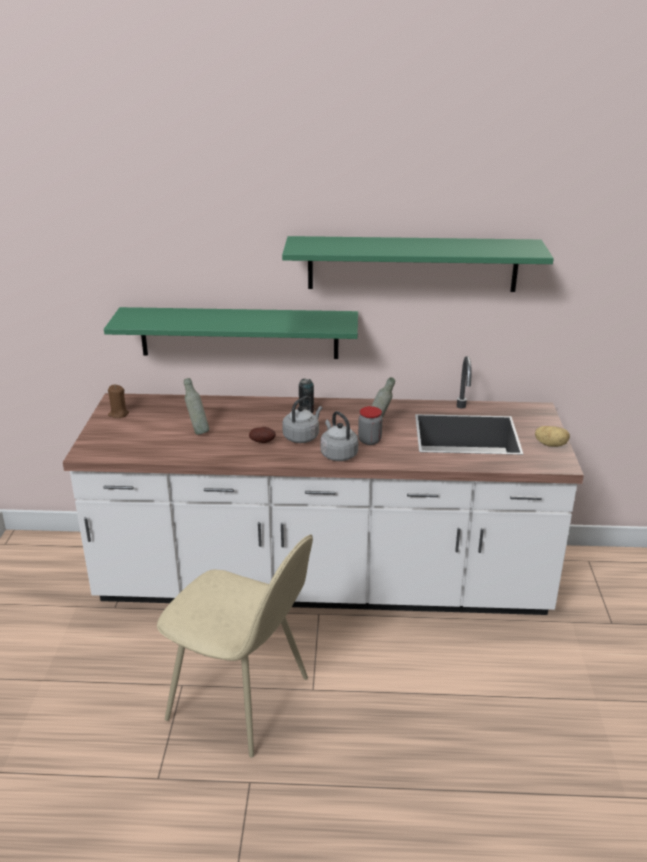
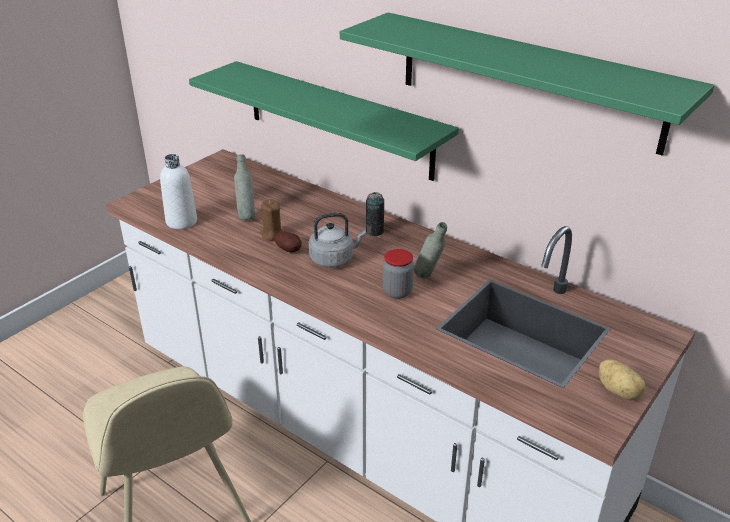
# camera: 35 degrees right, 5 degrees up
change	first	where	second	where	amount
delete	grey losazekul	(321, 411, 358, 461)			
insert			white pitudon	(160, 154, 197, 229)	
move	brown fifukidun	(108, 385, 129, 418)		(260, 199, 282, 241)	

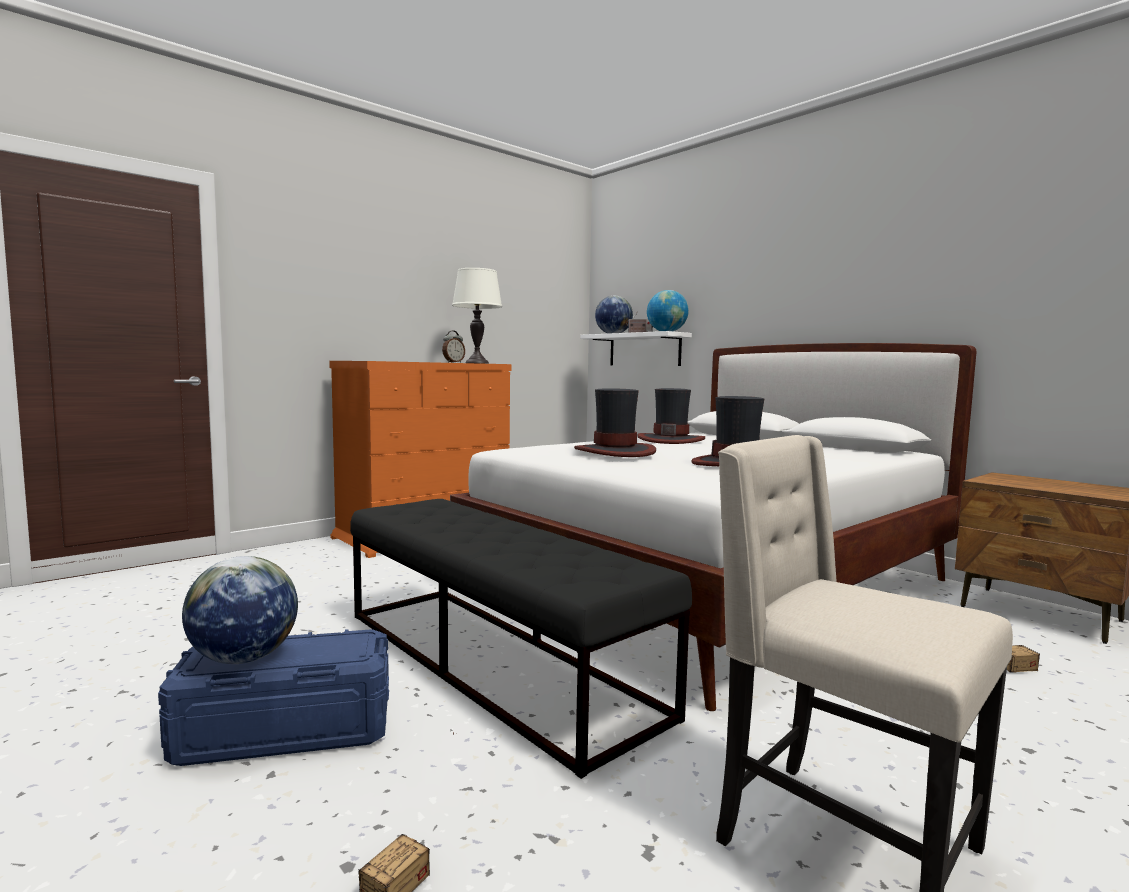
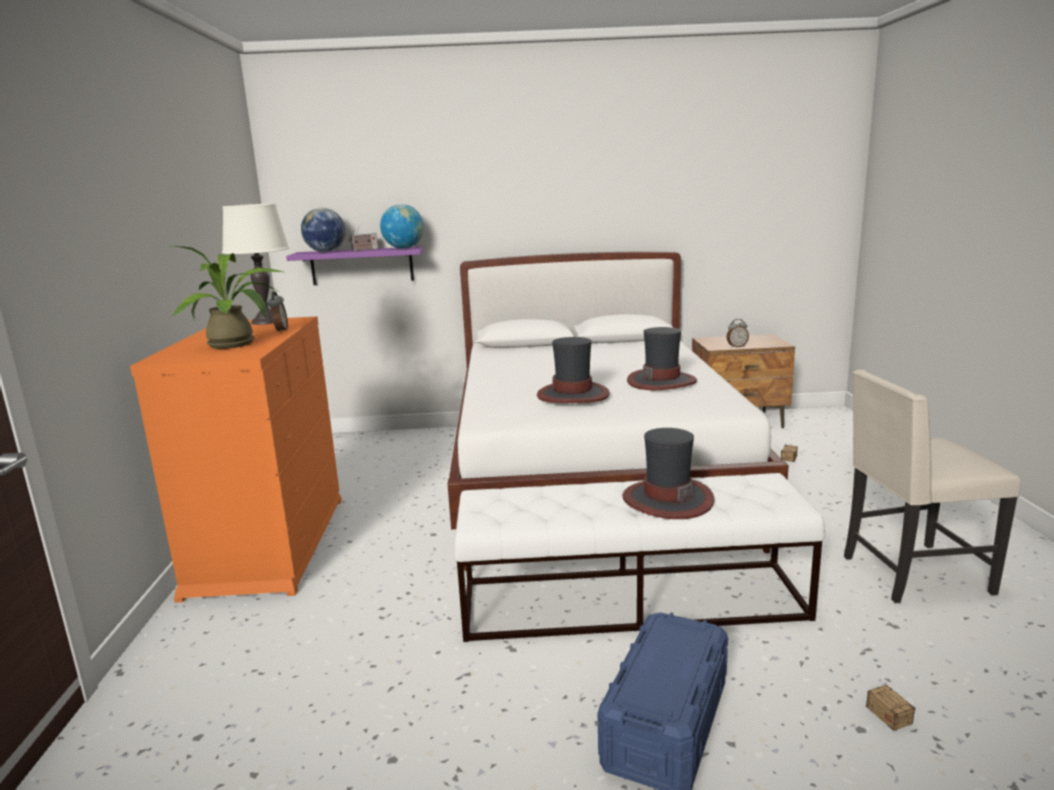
# camera: 50 degrees left, 10 degrees up
change	first	where	second	where	amount
delete	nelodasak	(182, 556, 298, 664)			
insert			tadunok	(169, 246, 283, 349)	
insert			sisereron	(727, 319, 749, 348)	
move	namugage	(637, 388, 705, 444)		(623, 428, 715, 519)	
recolor	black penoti	(350, 499, 692, 779)	white penoti	(453, 473, 825, 642)	
recolor	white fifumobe	(580, 331, 692, 366)	purple fifumobe	(286, 246, 424, 285)	

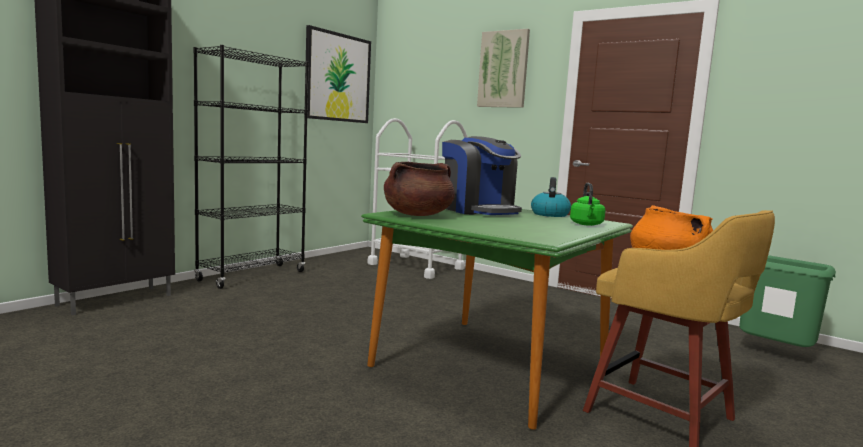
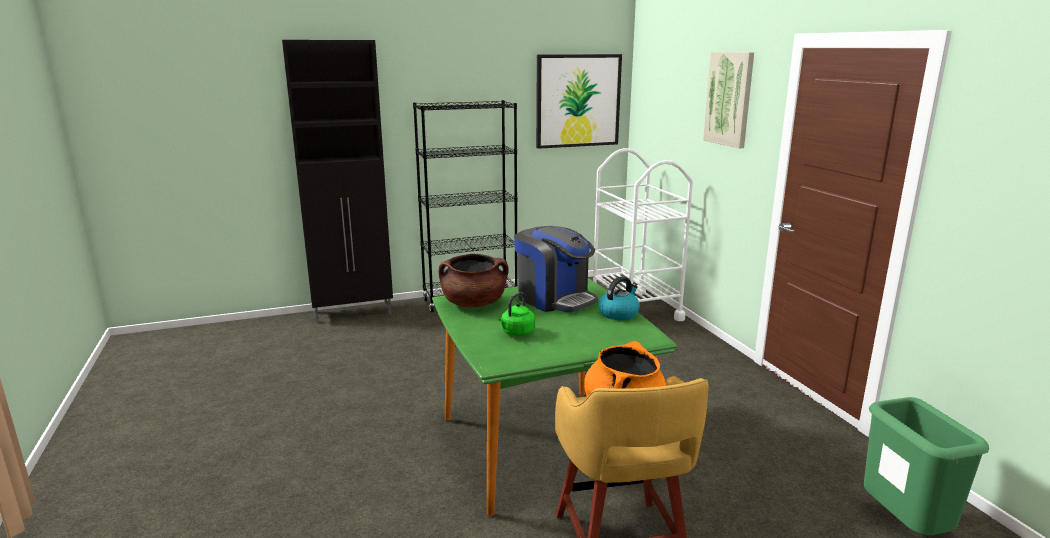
# camera: 35 degrees right, 10 degrees up
change	first	where	second	where	amount
move	green losazekul	(570, 183, 606, 226)		(498, 292, 535, 336)	
rotate	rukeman	(442, 136, 522, 215)		(514, 226, 598, 313)	45 degrees counterclockwise

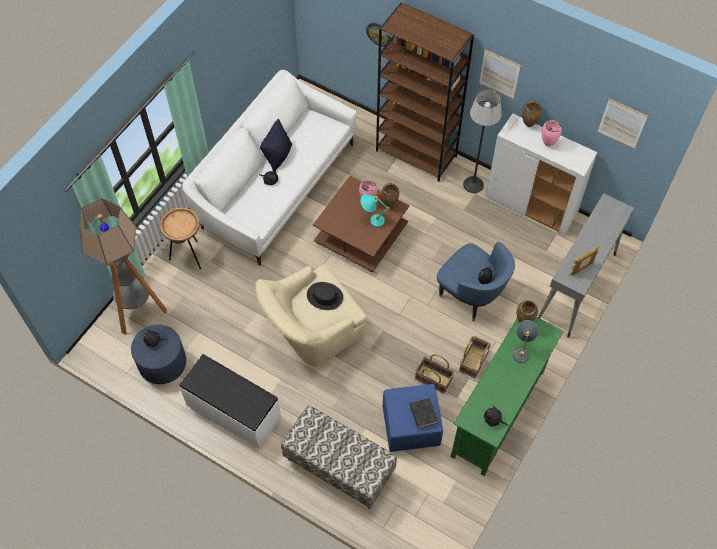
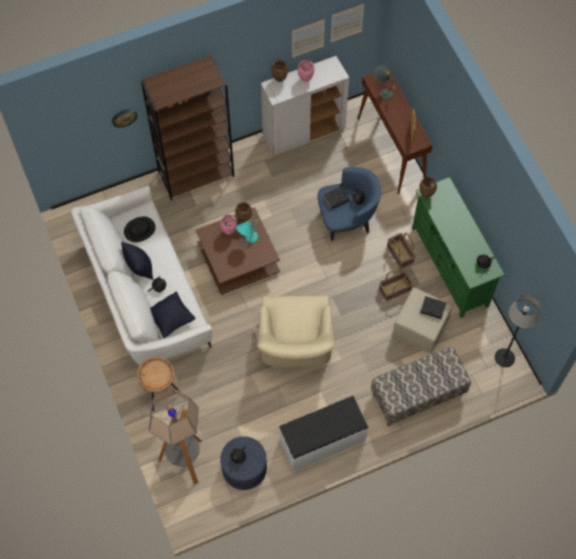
# camera: 55 degrees left, 5 degrees up
change	first	where	second	where	amount
insert			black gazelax	(150, 292, 196, 338)	
insert			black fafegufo	(323, 186, 350, 209)	
move	black namugage	(307, 282, 343, 310)		(124, 216, 155, 242)	
move	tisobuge	(463, 89, 502, 193)		(495, 294, 540, 367)	
move	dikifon	(479, 50, 521, 99)		(292, 19, 325, 58)	
move	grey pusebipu	(513, 320, 539, 363)		(375, 66, 395, 100)	
recolor	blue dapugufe	(383, 384, 443, 452)	beige dapugufe	(392, 288, 452, 354)	
recolor	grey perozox	(538, 193, 634, 338)	brown perozox	(358, 68, 433, 194)	

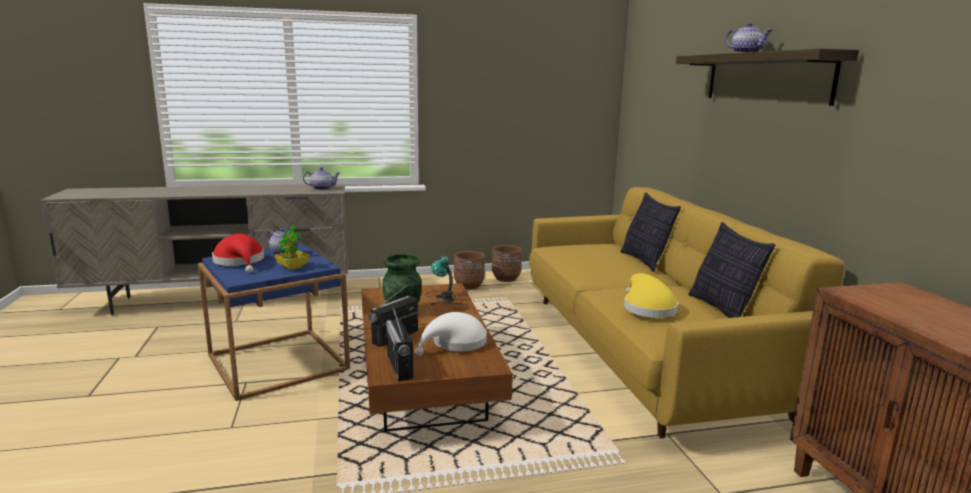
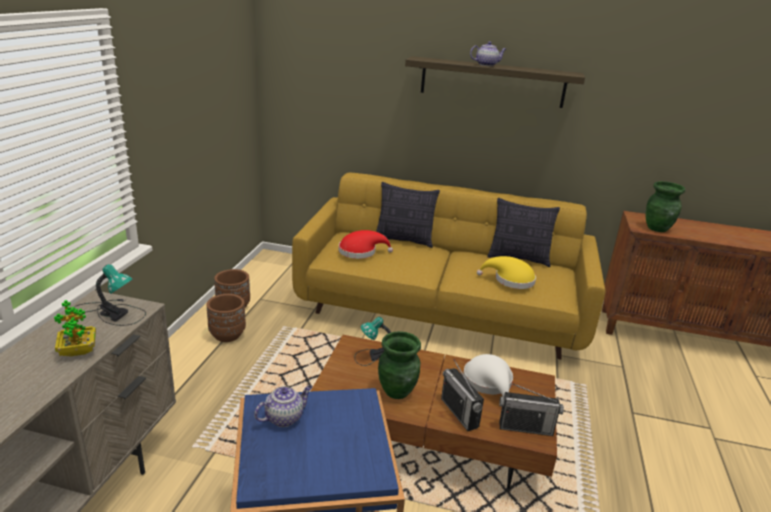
# camera: 65 degrees left, 10 degrees up
change	first	where	second	where	amount
insert			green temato	(645, 181, 685, 232)	
move	red namugage	(212, 234, 264, 273)		(339, 230, 393, 259)	
move	tadunok	(275, 225, 310, 270)		(54, 300, 96, 356)	
replace	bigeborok	(303, 167, 340, 190)	pusebipu	(74, 264, 146, 326)	

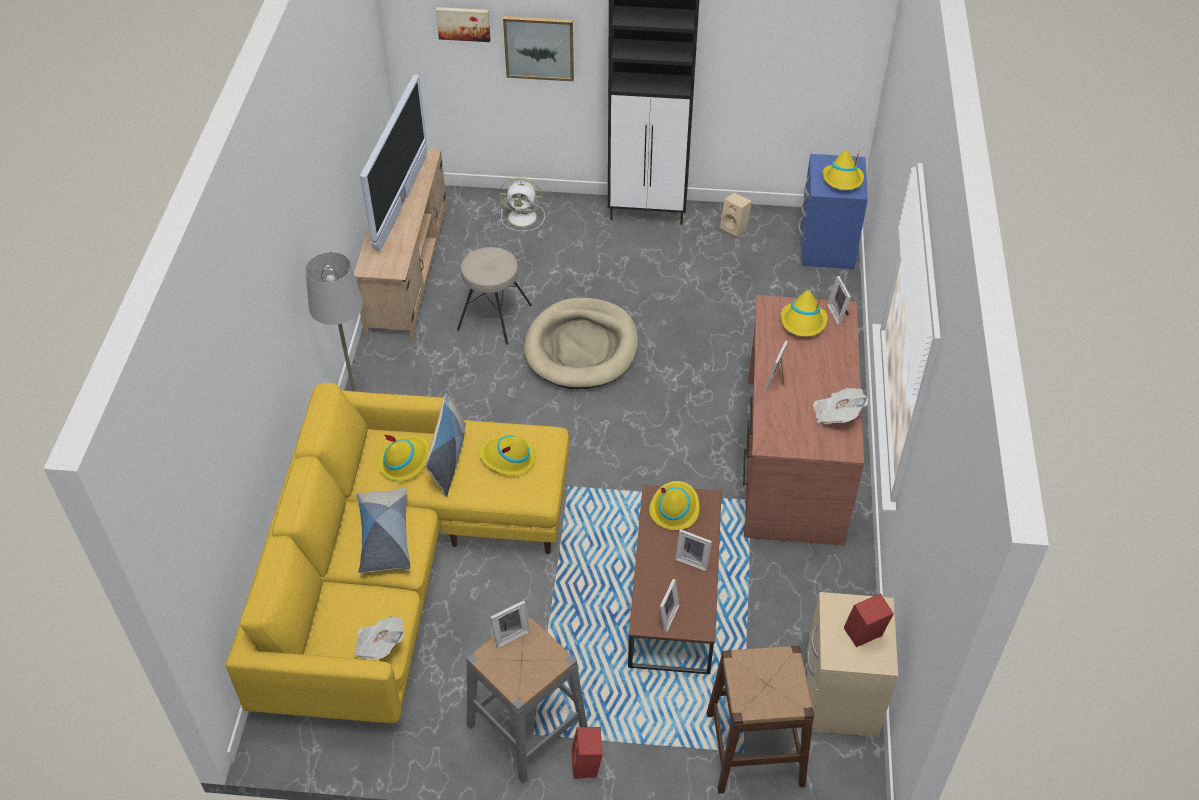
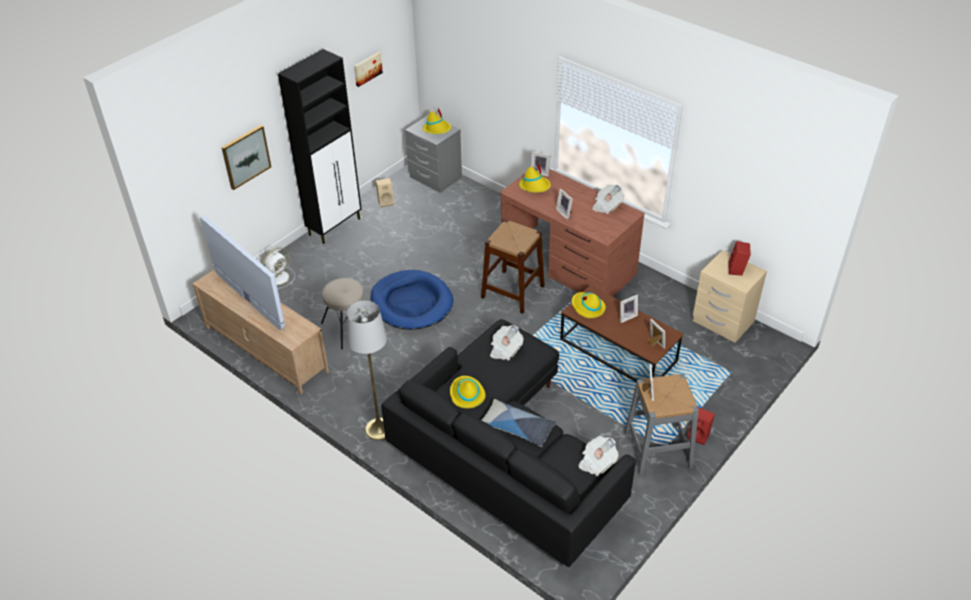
# camera: 55 degrees left, 5 degrees down
change	first	where	second	where	amount
delete	gazelax	(426, 394, 466, 497)			
move	dikifon	(436, 7, 491, 42)		(354, 52, 383, 87)	
move	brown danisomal	(707, 645, 814, 793)		(481, 219, 545, 314)	
replace	yellow namugage	(480, 435, 536, 476)	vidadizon	(490, 325, 523, 360)	
recolor	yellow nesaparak	(226, 383, 570, 723)	black nesaparak	(381, 319, 636, 567)	
recolor	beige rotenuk	(524, 298, 638, 389)	blue rotenuk	(371, 270, 453, 330)	
recolor	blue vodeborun	(798, 154, 868, 269)	grey vodeborun	(405, 115, 462, 193)	

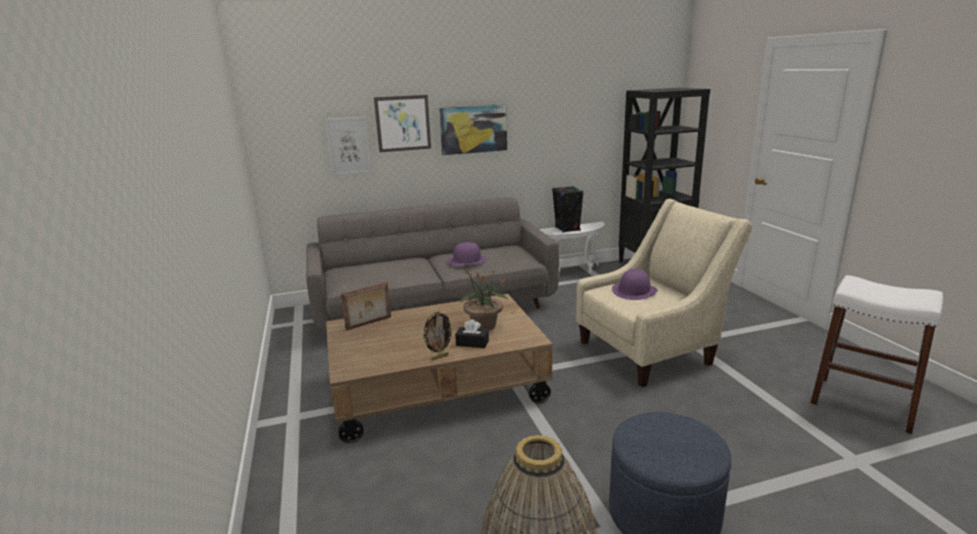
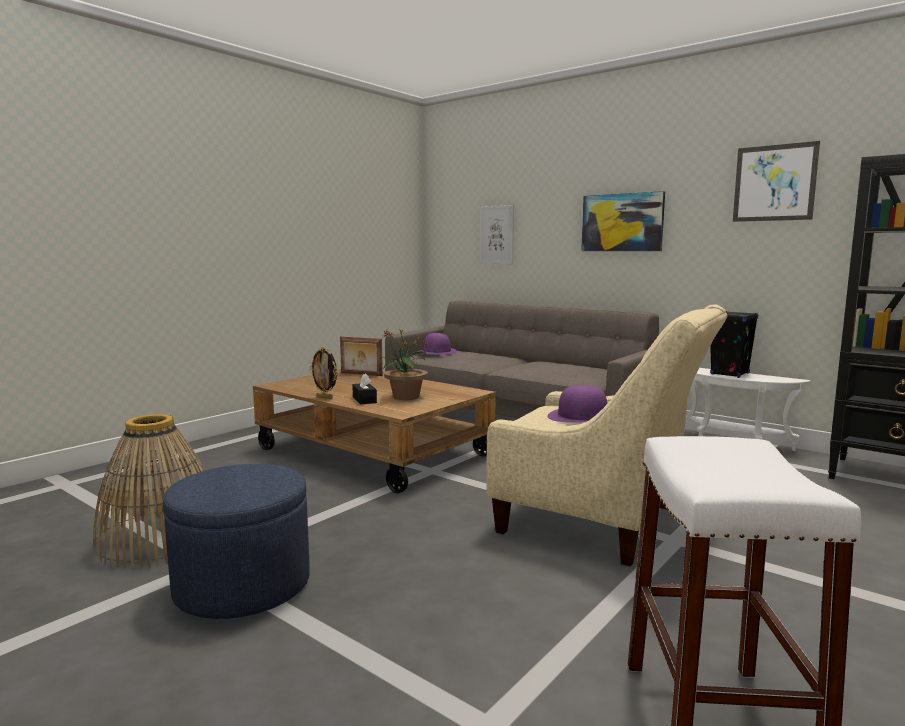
# camera: 55 degrees right, 10 degrees down
change	first	where	second	where	amount
move	dikifon	(374, 95, 431, 152)		(733, 141, 820, 222)	
move	purple namugage	(448, 242, 487, 265)		(419, 333, 457, 355)	

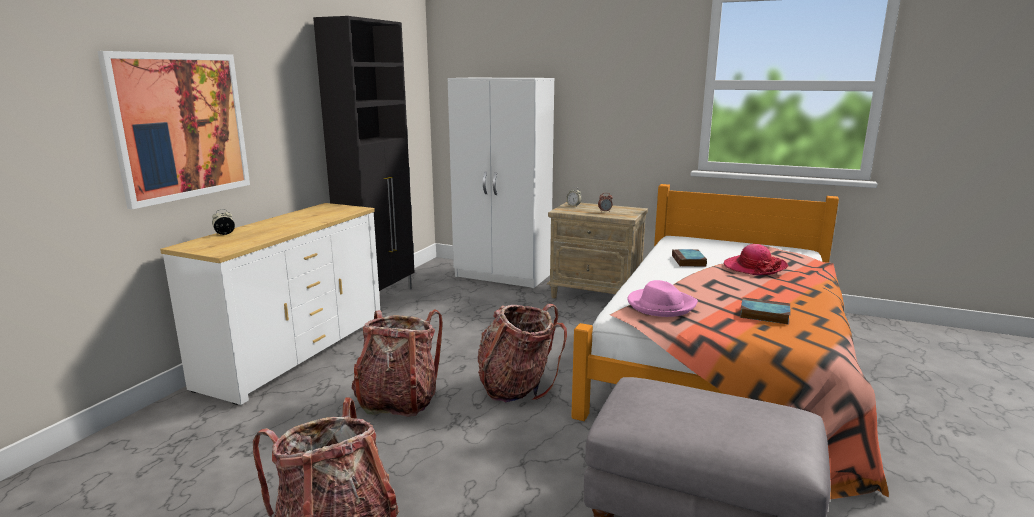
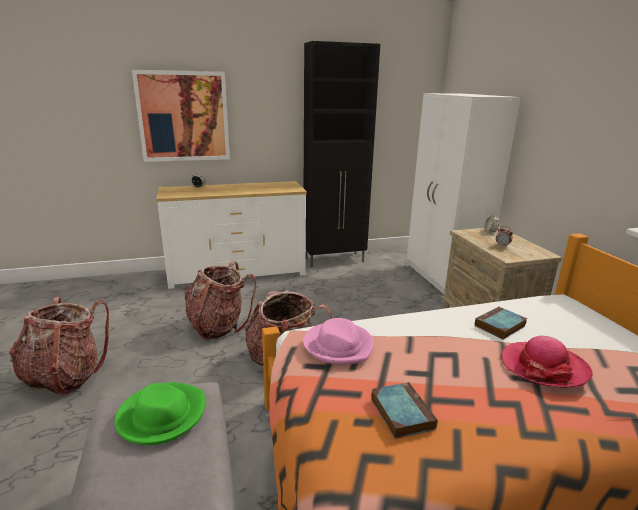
# camera: 50 degrees right, 5 degrees up
change	first	where	second	where	amount
insert			green namugage	(114, 382, 205, 445)	

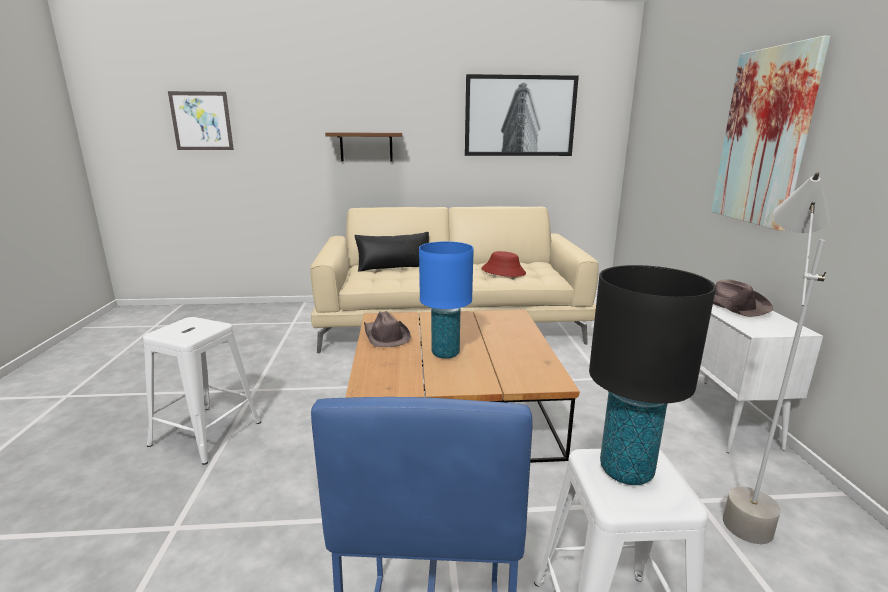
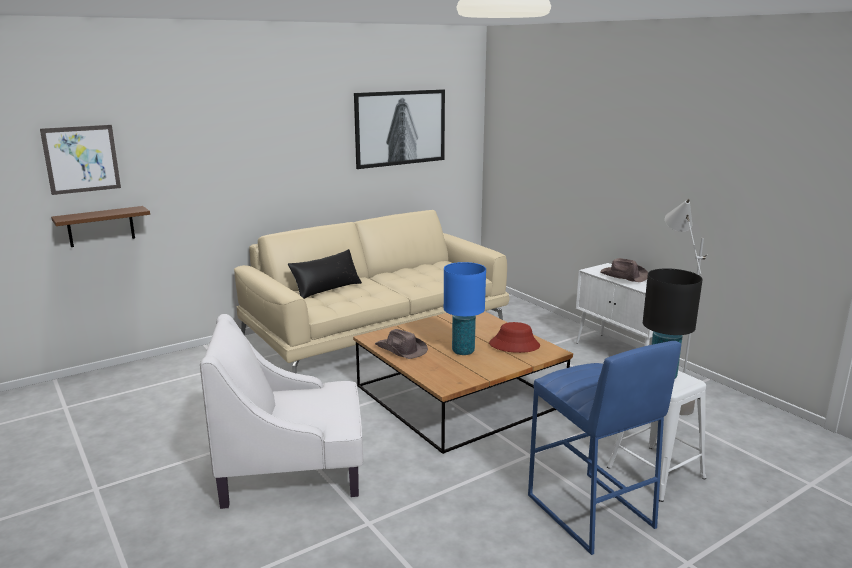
# camera: 30 degrees left, 0 degrees up
change	first	where	second	where	amount
delete	dikifon	(711, 36, 830, 231)			
move	brown fifumobe	(325, 132, 402, 162)		(51, 206, 150, 247)	
move	red namugage	(481, 251, 526, 277)		(489, 322, 540, 353)	
replace	white danisomal	(143, 317, 261, 465)	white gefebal	(200, 314, 363, 509)	

